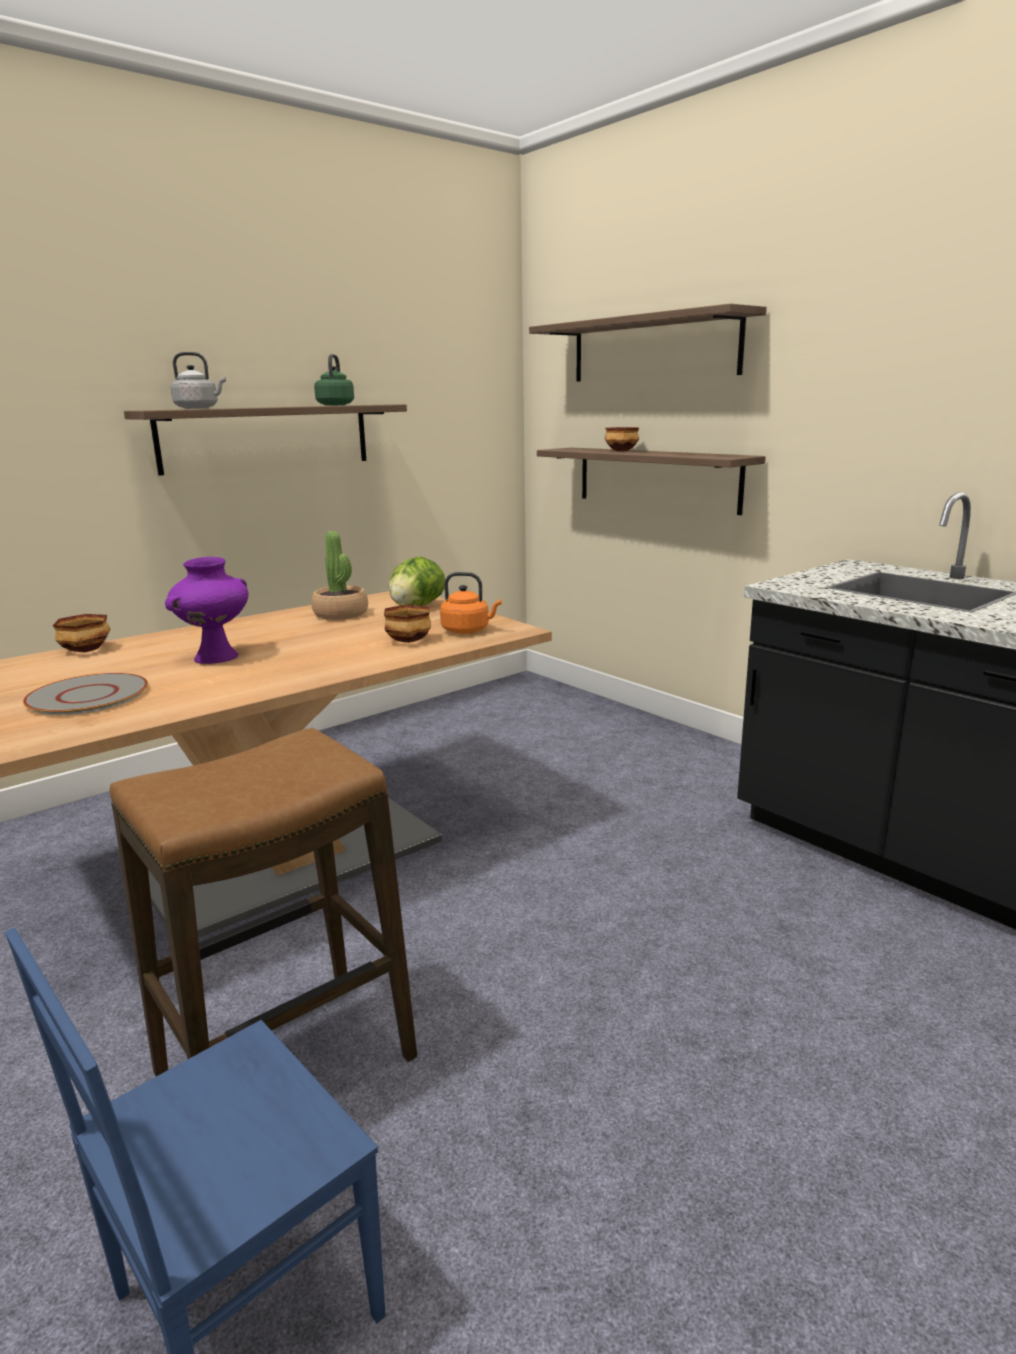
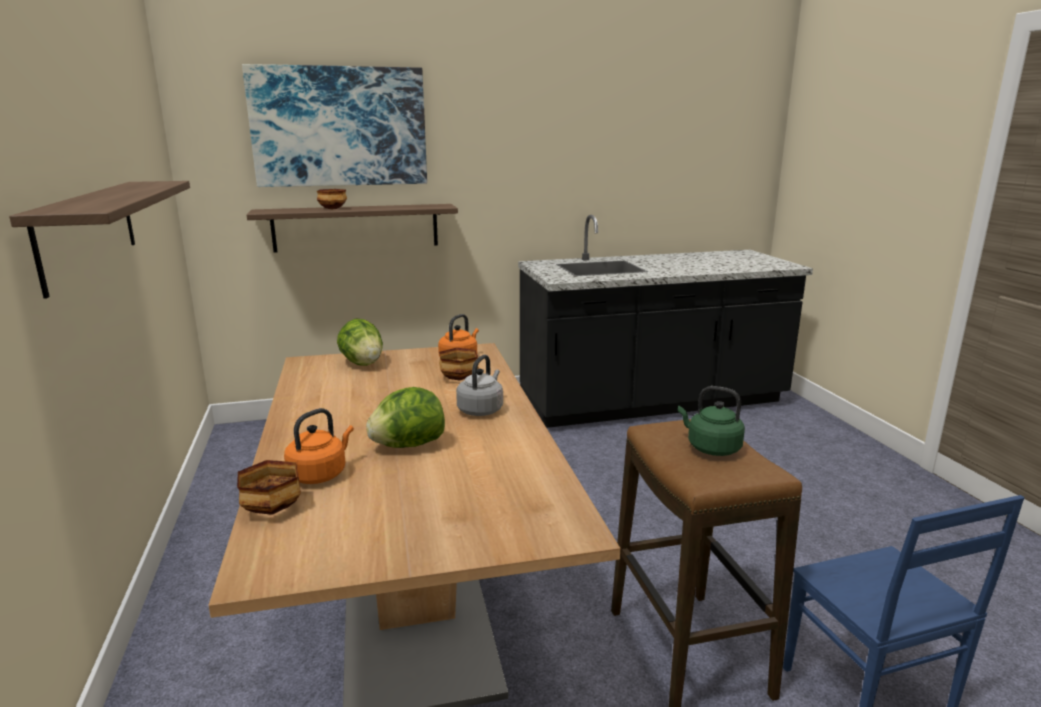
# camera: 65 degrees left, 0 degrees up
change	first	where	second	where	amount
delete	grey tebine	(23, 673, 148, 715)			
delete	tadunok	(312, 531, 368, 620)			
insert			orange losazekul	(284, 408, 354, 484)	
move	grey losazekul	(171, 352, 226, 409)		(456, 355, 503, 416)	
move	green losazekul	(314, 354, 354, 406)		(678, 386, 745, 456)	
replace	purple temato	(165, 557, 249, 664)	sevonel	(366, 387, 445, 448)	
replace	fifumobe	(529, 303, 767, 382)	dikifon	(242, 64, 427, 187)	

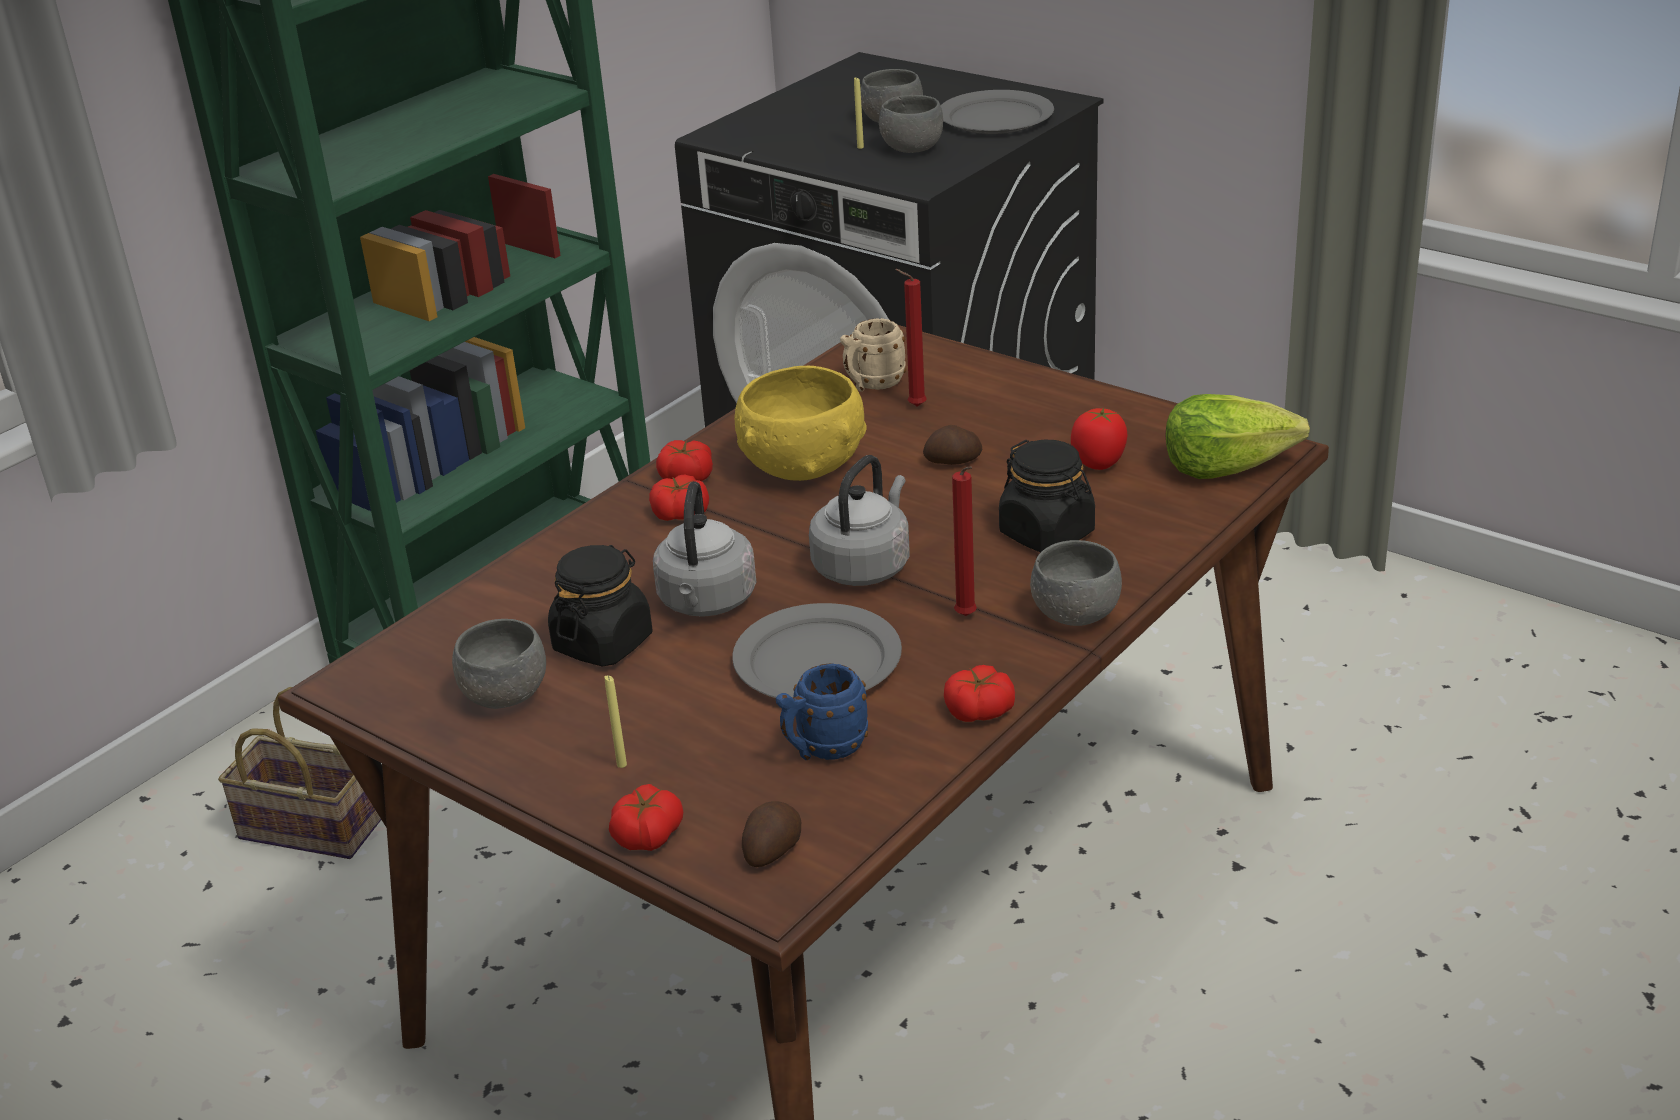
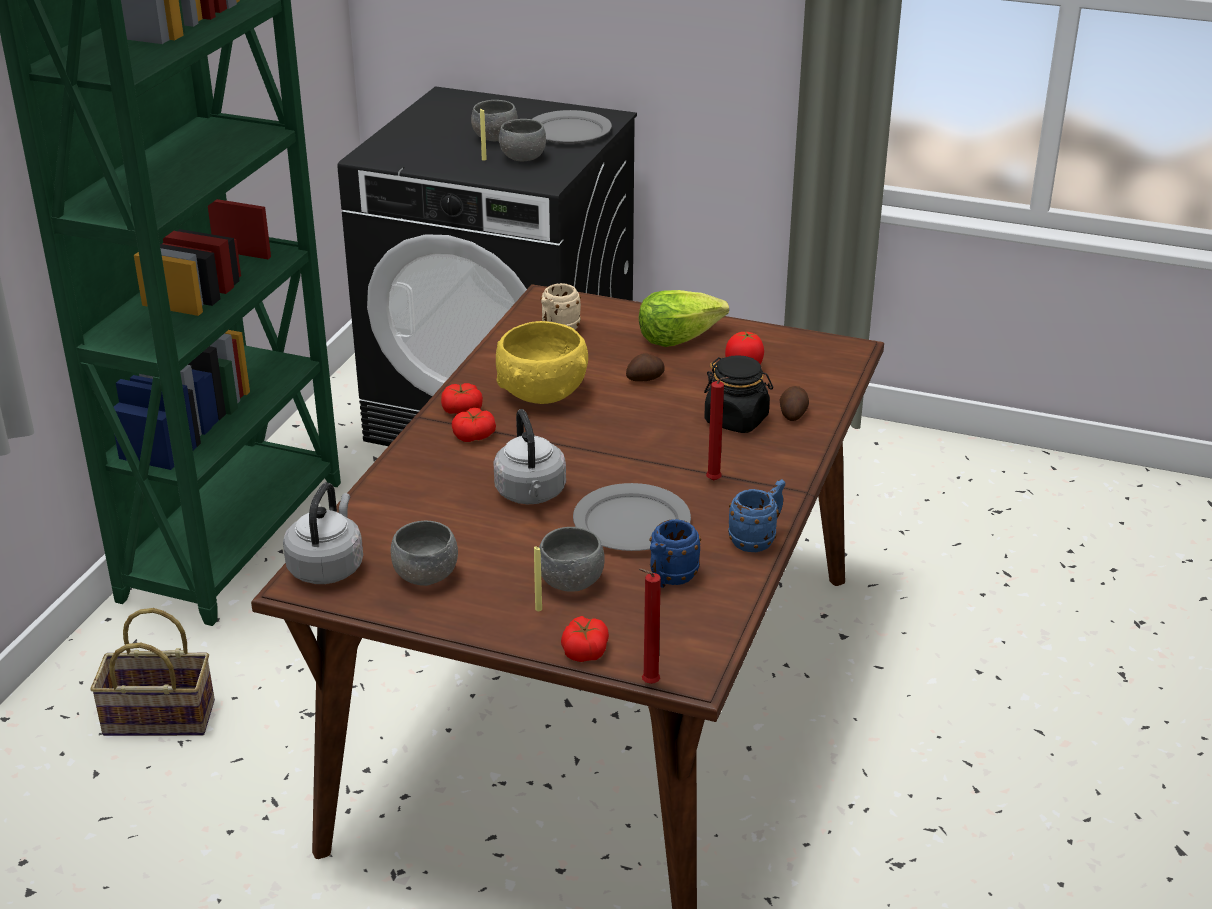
# camera: 20 degrees left, 0 degrees up
change	first	where	second	where	amount
delete	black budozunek	(548, 545, 653, 667)			
move	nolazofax	(742, 801, 801, 867)		(780, 386, 809, 421)	
move	grey losazekul	(809, 455, 909, 586)		(283, 482, 363, 584)	
move	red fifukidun	(895, 269, 927, 407)		(639, 569, 661, 684)	
move	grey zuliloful	(1030, 540, 1122, 626)		(539, 527, 605, 592)	
move	sevonel	(1166, 394, 1310, 479)		(639, 290, 729, 347)	
replace	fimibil	(944, 665, 1015, 722)	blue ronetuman	(728, 479, 785, 552)	

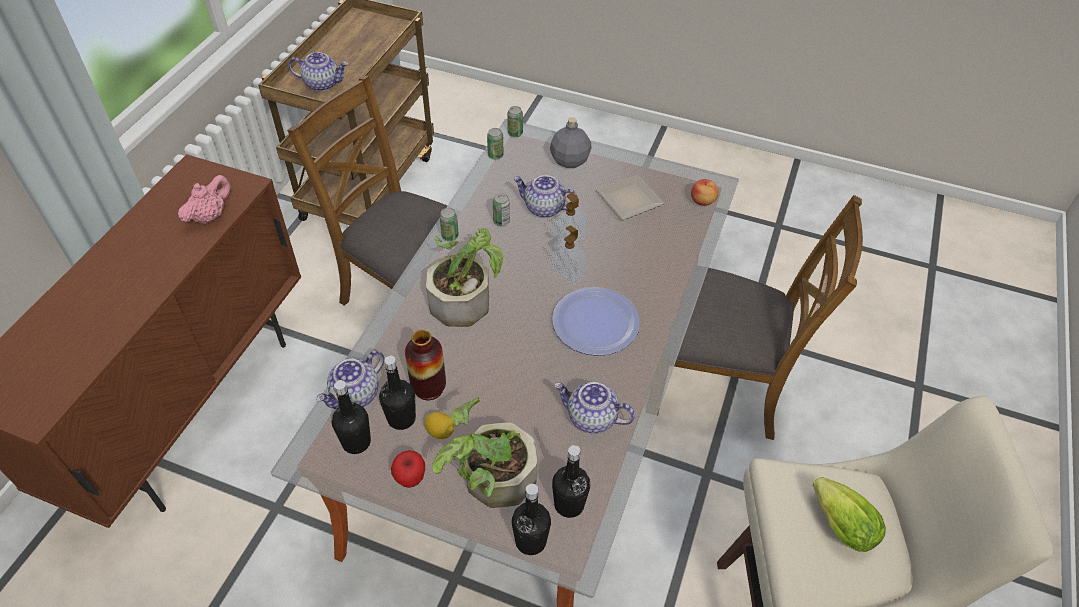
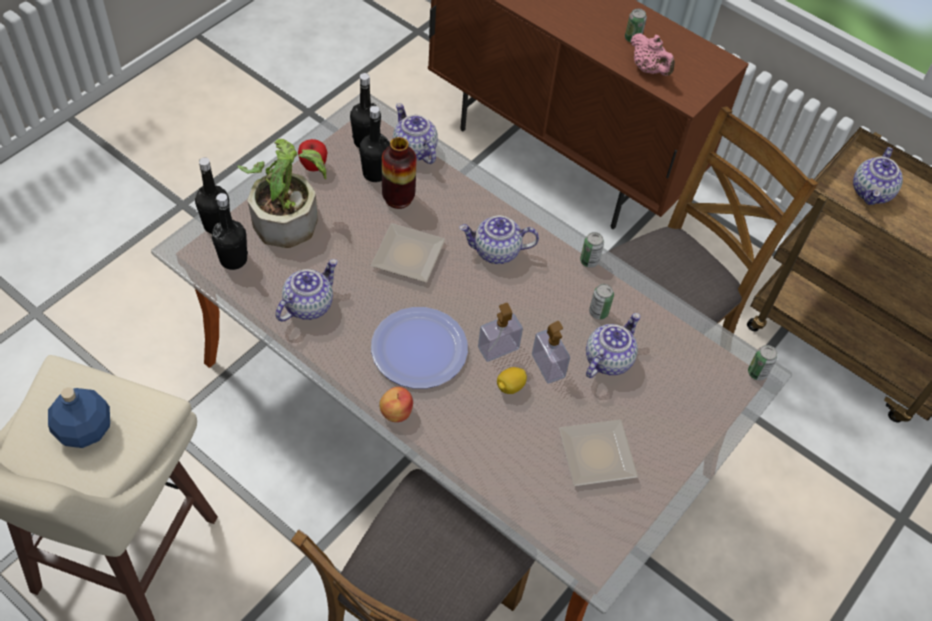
# camera: 105 degrees right, 5 degrees up
change	first	where	second	where	amount
delete	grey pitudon	(550, 117, 592, 168)			
insert			tebine	(371, 223, 446, 283)	
move	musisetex	(425, 412, 454, 439)		(497, 367, 527, 394)	
move	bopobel	(487, 128, 504, 159)		(625, 8, 647, 42)	
move	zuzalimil	(691, 179, 719, 206)		(379, 387, 413, 422)	
replace	tadunok	(426, 228, 503, 327)	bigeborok	(459, 216, 539, 264)	
replace	sevonel	(813, 477, 886, 552)	blue pitudon	(48, 387, 110, 448)	

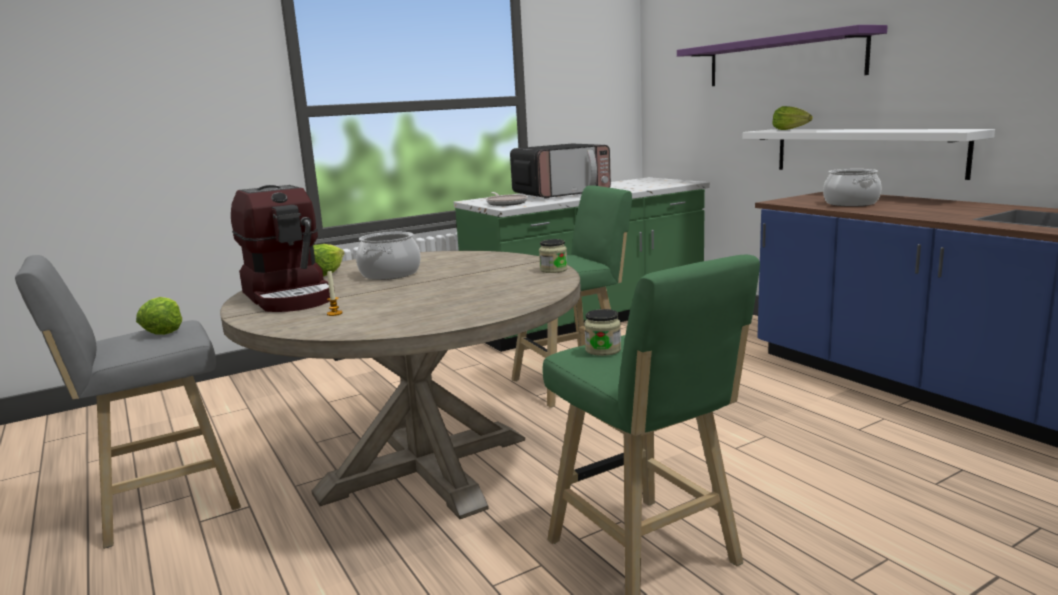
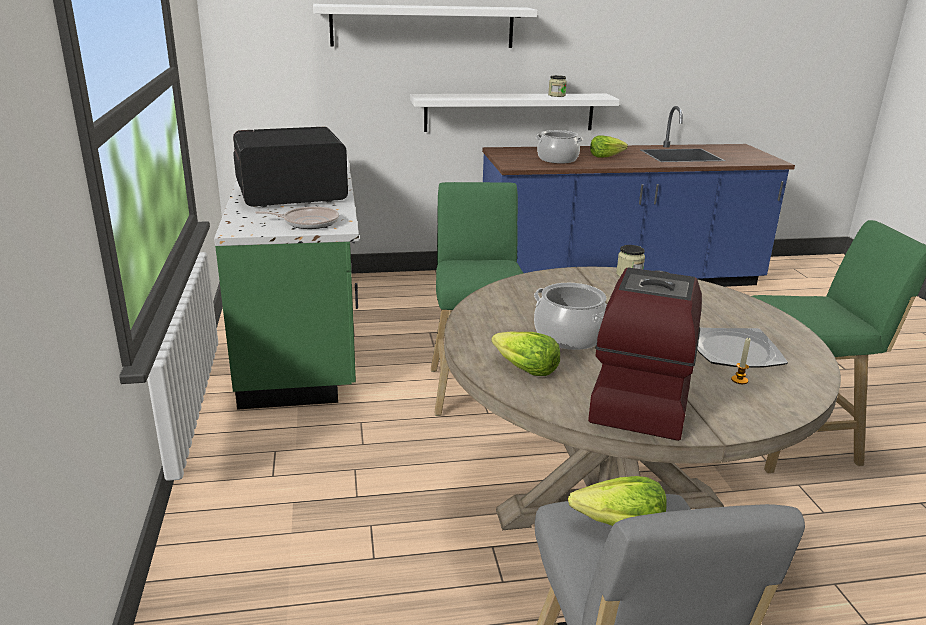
# camera: 70 degrees left, 10 degrees up
change	first	where	second	where	amount
insert			tebine	(697, 328, 788, 368)	
move	budozunek	(584, 309, 621, 356)		(548, 75, 567, 97)	
move	sevonel	(772, 106, 813, 130)		(590, 135, 628, 158)	
recolor	purple fifumobe	(677, 25, 888, 86)	white fifumobe	(313, 4, 537, 48)	
rotate	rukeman	(231, 185, 335, 312)		(588, 267, 702, 441)	60 degrees counterclockwise
rotate	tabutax	(510, 144, 611, 199)		(233, 127, 348, 207)	105 degrees counterclockwise

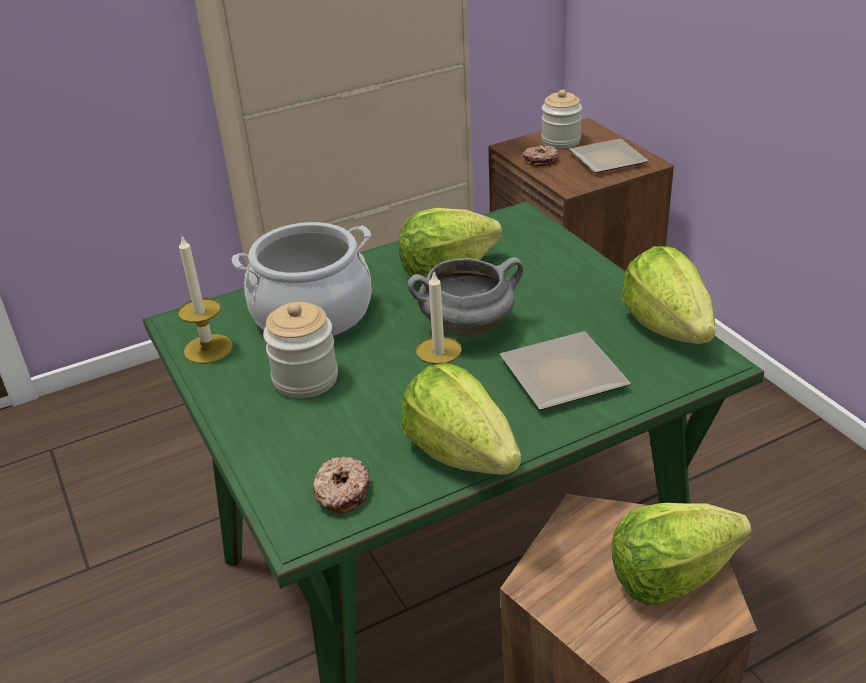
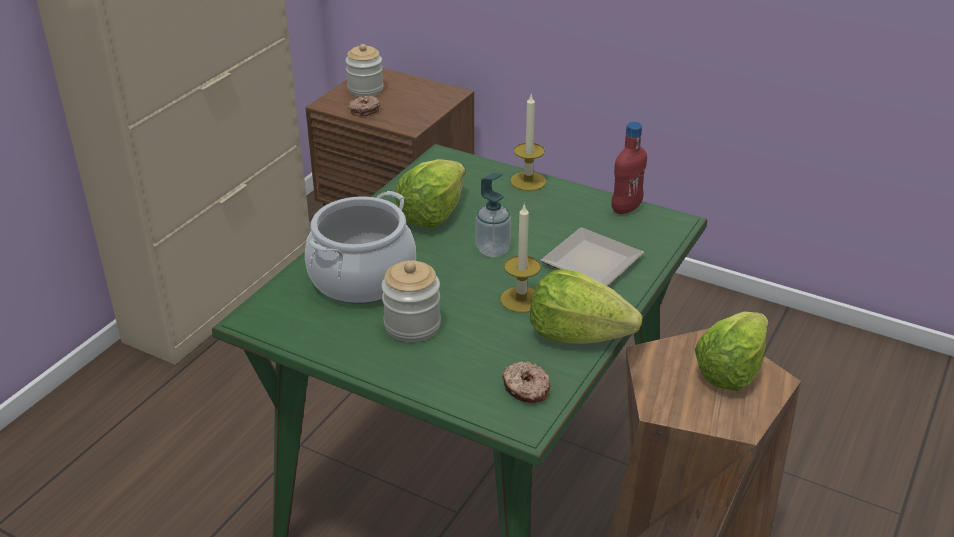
# camera: 35 degrees left, 0 degrees up
change	first	where	second	where	amount
delete	tebine	(569, 139, 649, 173)			
move	fifukidun	(178, 234, 233, 364)		(510, 95, 546, 191)	
replace	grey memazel	(407, 257, 523, 338)	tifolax	(476, 173, 511, 257)	
replace	sevonel	(621, 246, 716, 344)	red pitudon	(611, 122, 647, 214)	

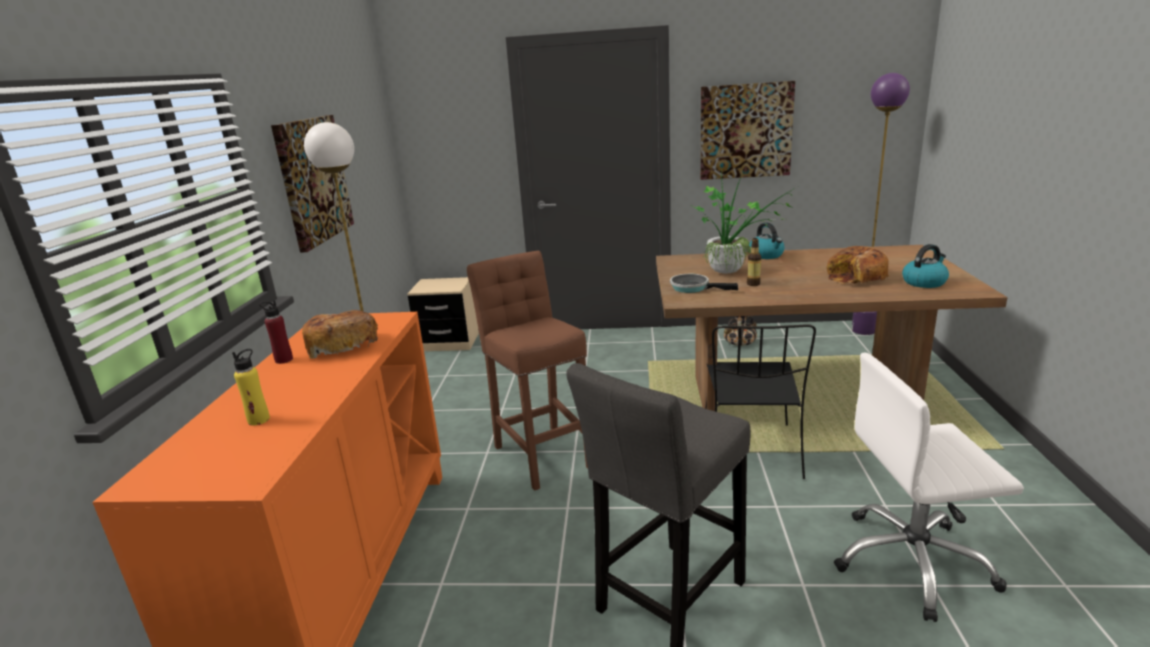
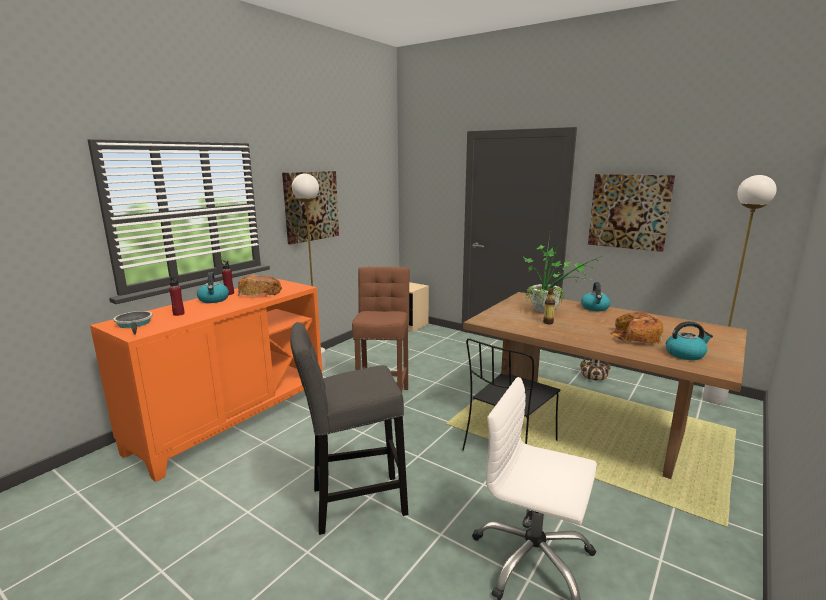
# camera: 30 degrees right, 5 degrees down
change	first	where	second	where	amount
insert			losazekul	(197, 272, 229, 303)	
move	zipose	(670, 274, 738, 293)		(114, 311, 153, 335)	
recolor	yellow pitudon	(232, 349, 270, 425)	red pitudon	(169, 276, 185, 316)	
recolor	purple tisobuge	(852, 73, 910, 335)	white tisobuge	(703, 175, 777, 405)	

